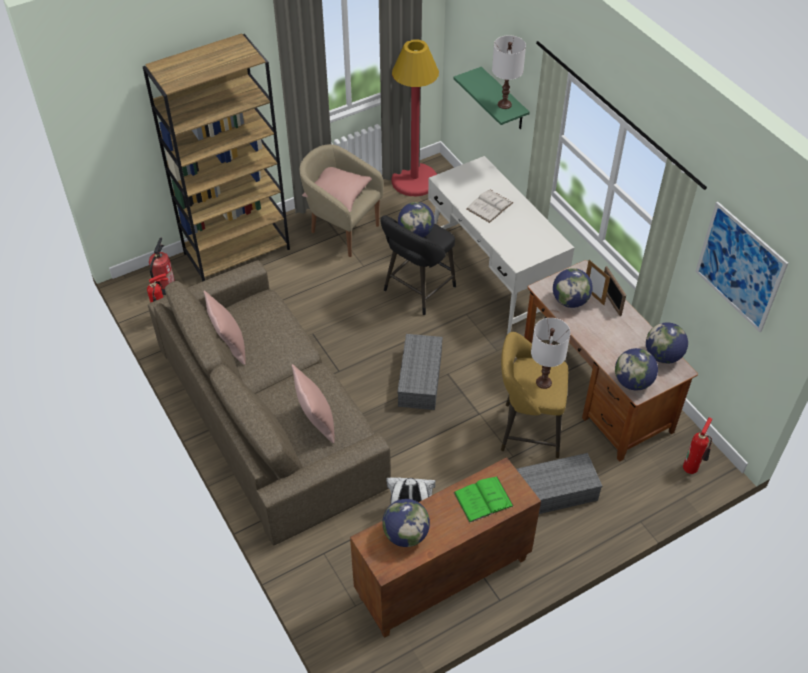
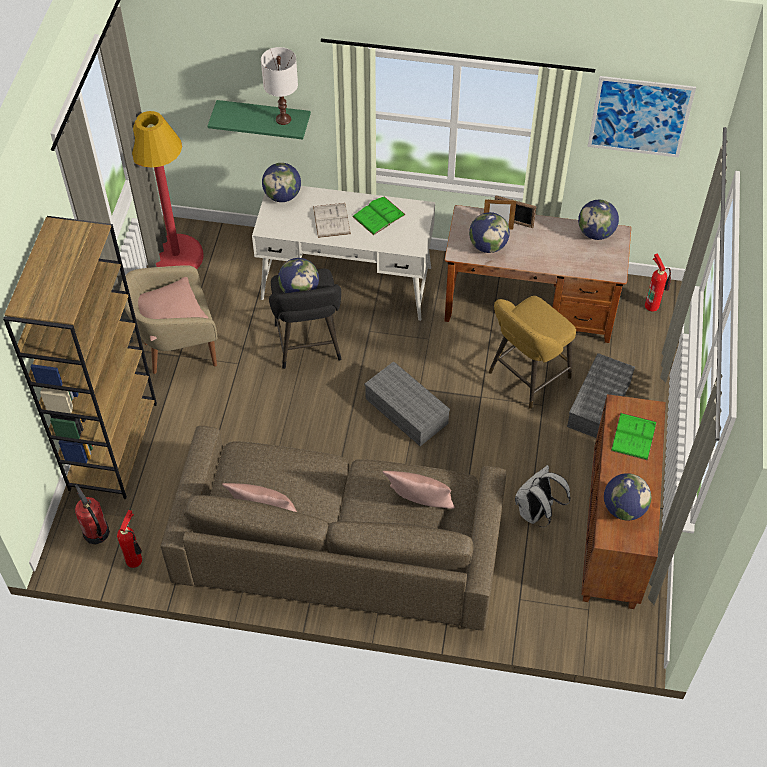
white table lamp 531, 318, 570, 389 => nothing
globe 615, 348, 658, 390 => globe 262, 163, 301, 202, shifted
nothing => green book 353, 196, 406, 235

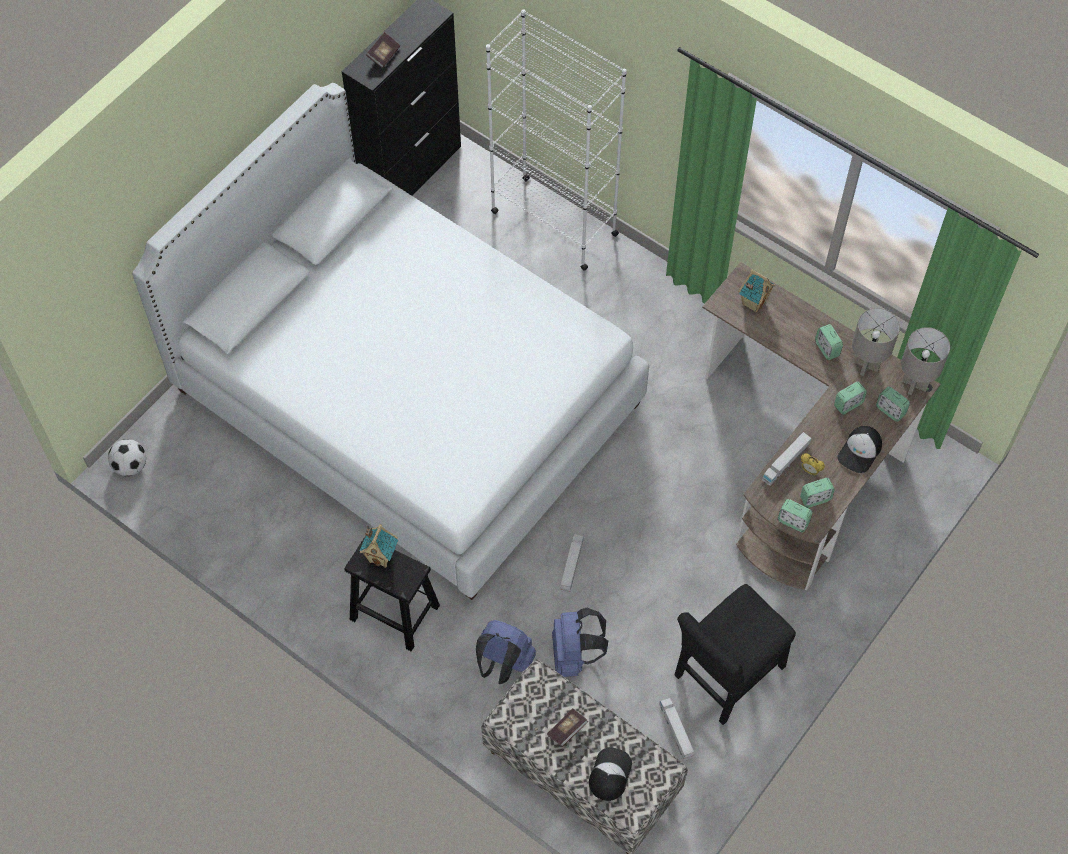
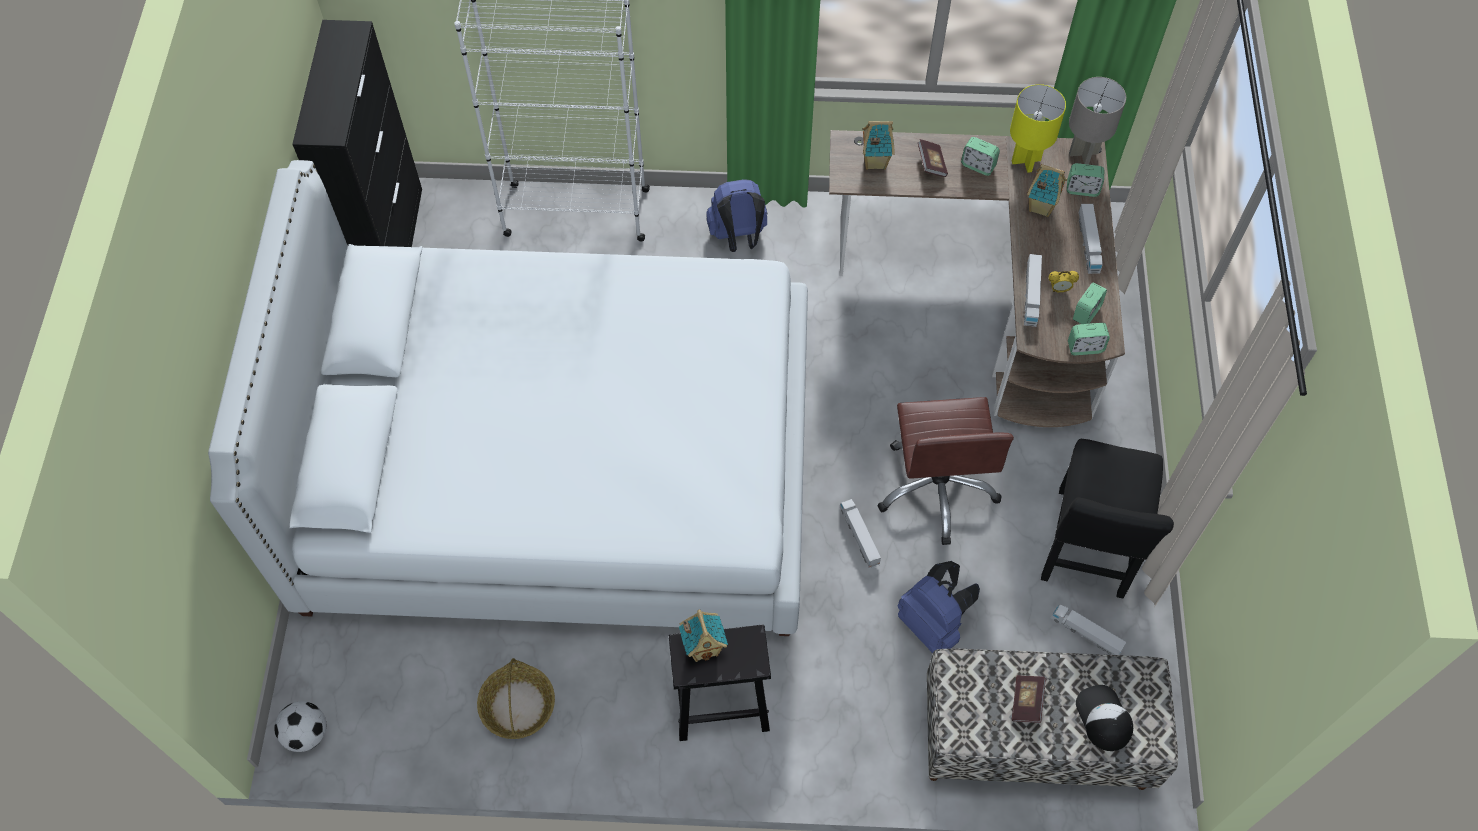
book 366, 32, 400, 68 => book 918, 139, 948, 177, shifted
blue backpack 476, 620, 536, 684 => blue backpack 706, 179, 767, 252, shifted
alarm clock 834, 381, 867, 415 => toy house 1027, 164, 1067, 217
cap 838, 426, 882, 473 => toy truck 1078, 204, 1103, 274
grey table lamp 852, 308, 900, 376 => yellow table lamp 1010, 84, 1066, 173
nothing => basket 477, 658, 555, 739
nothing => brown office chair 877, 397, 1014, 545

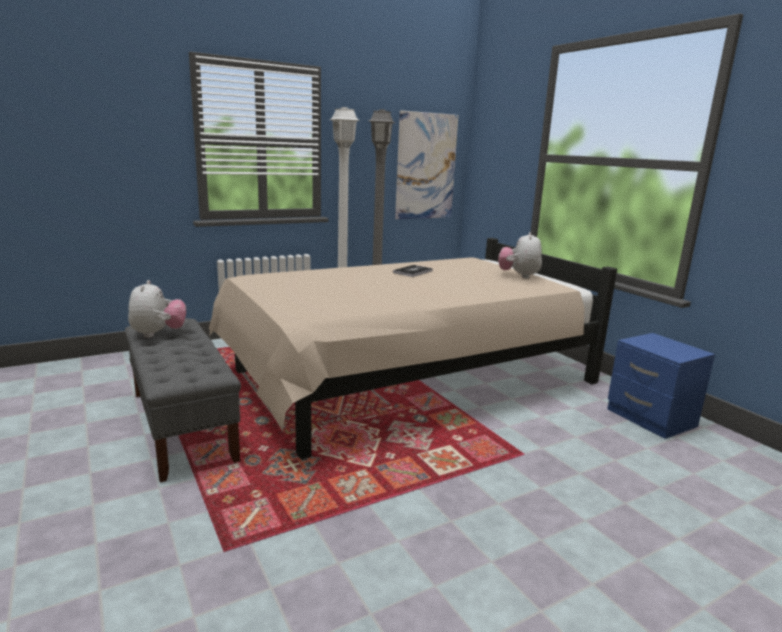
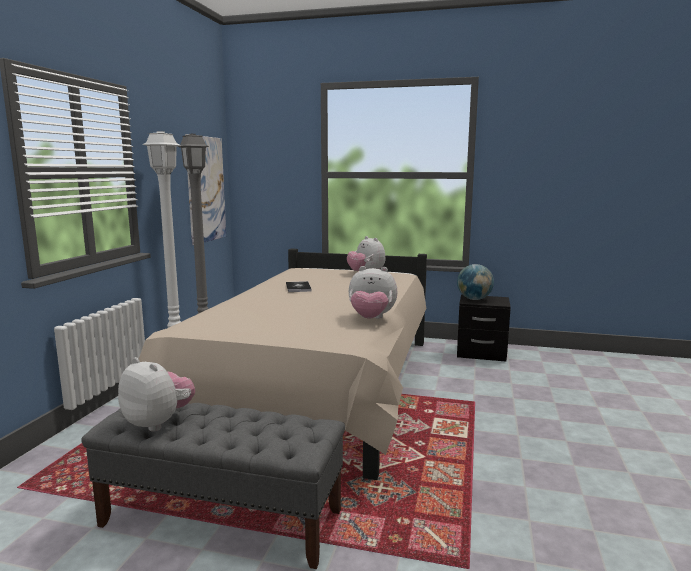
blue nightstand 607, 333, 715, 439 => black nightstand 457, 295, 511, 362
nothing => plush toy 349, 266, 398, 319
nothing => globe 457, 264, 494, 300

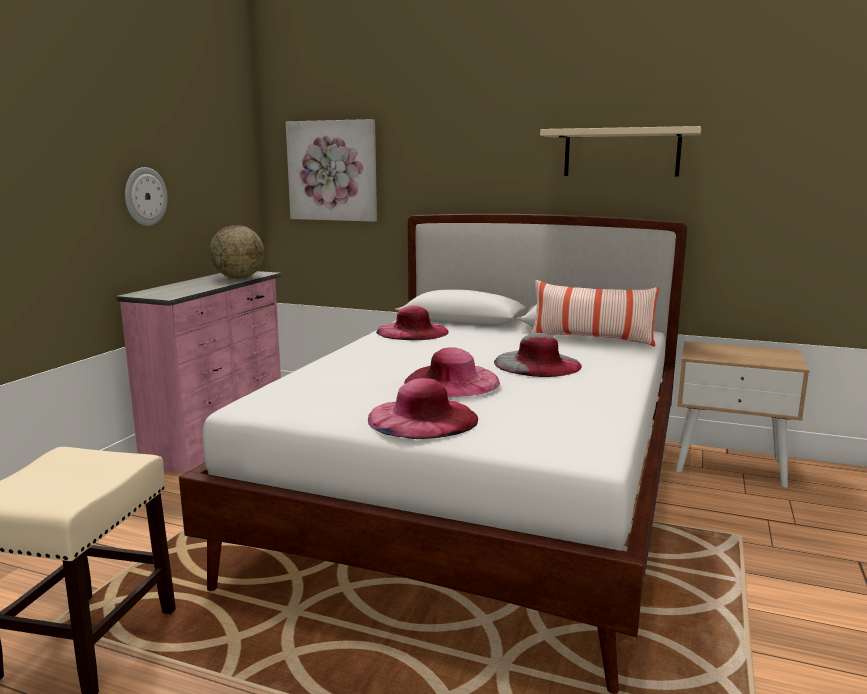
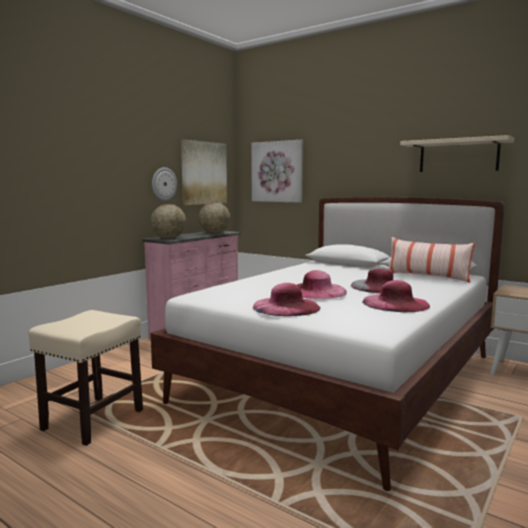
pink hat 376, 306, 449, 340 => pink hat 362, 280, 430, 312, shifted
nothing => globe 151, 204, 186, 239
nothing => picture 181, 139, 227, 205

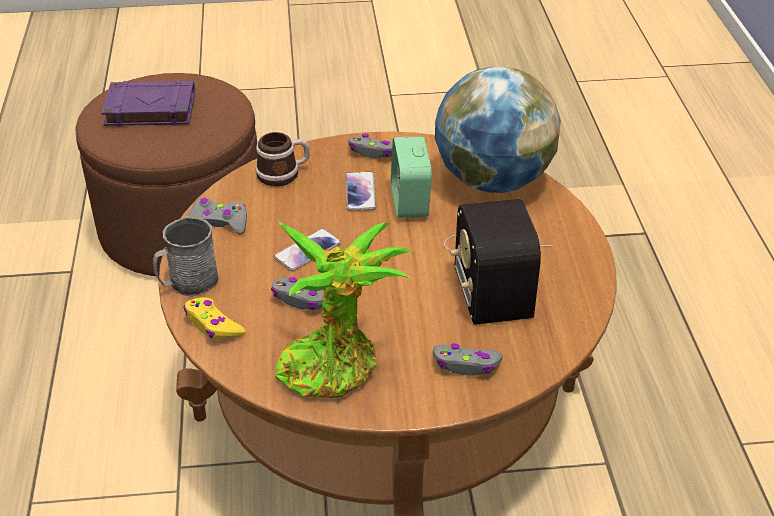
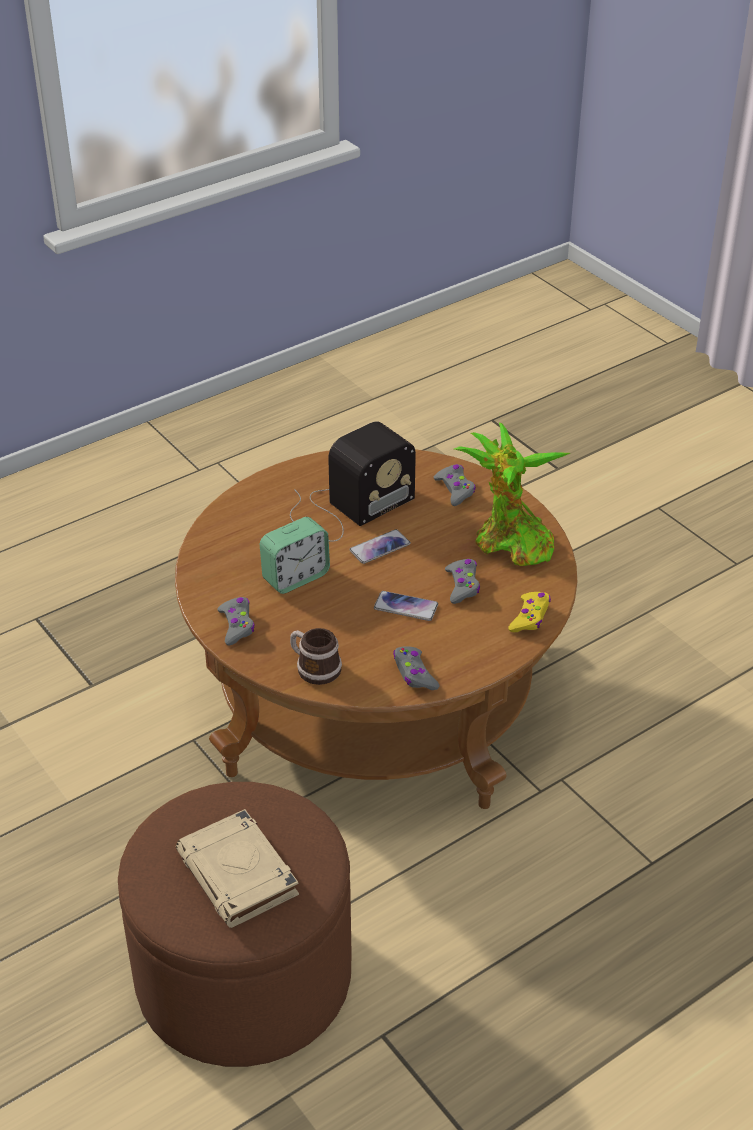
purple book 101, 80, 195, 127 => beige book 176, 809, 299, 928
grey mug 153, 216, 218, 297 => nothing
phone 346, 172, 376, 211 => phone 349, 529, 411, 564, shifted
globe 435, 67, 561, 193 => nothing

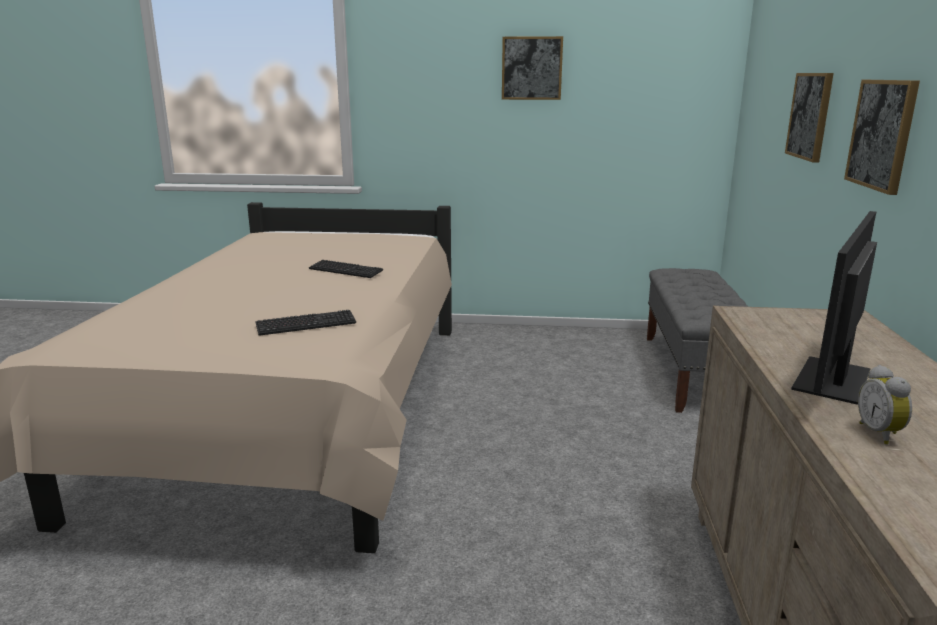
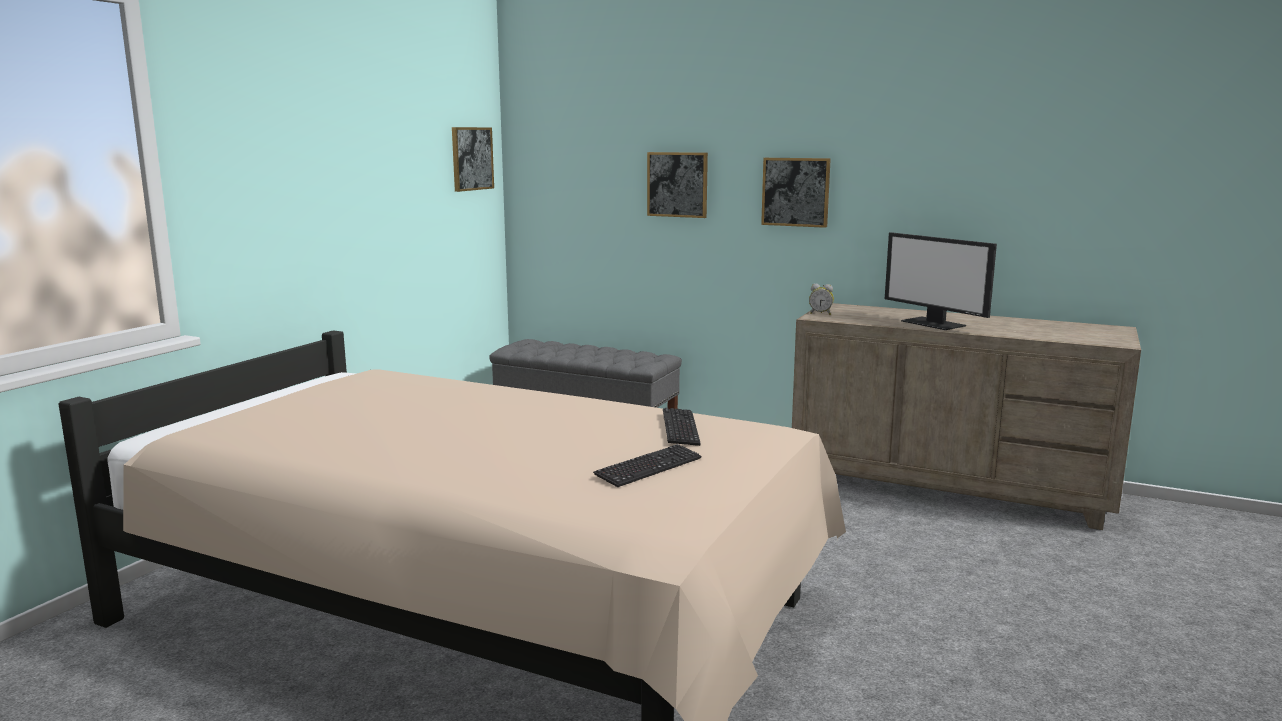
keyboard 309, 260, 383, 278 => keyboard 593, 444, 701, 487, shifted
picture 502, 36, 563, 100 => picture 452, 127, 494, 192, shifted
alarm clock 858, 365, 912, 444 => alarm clock 809, 284, 834, 315, shifted

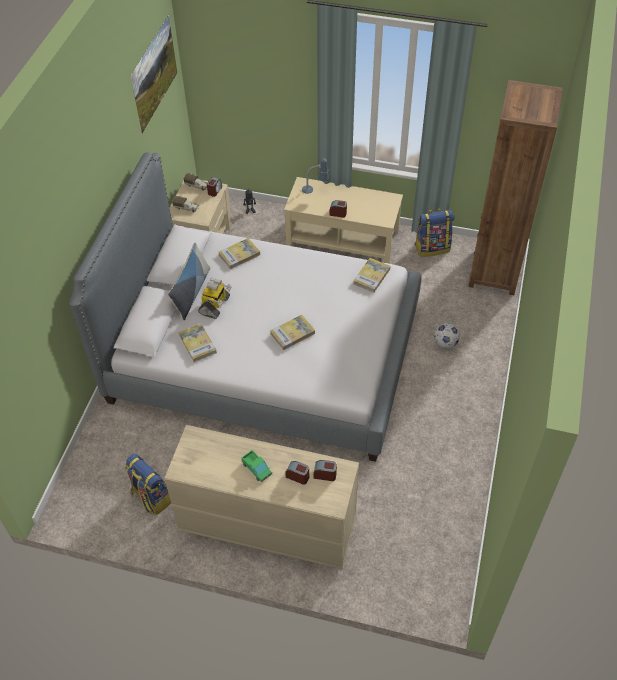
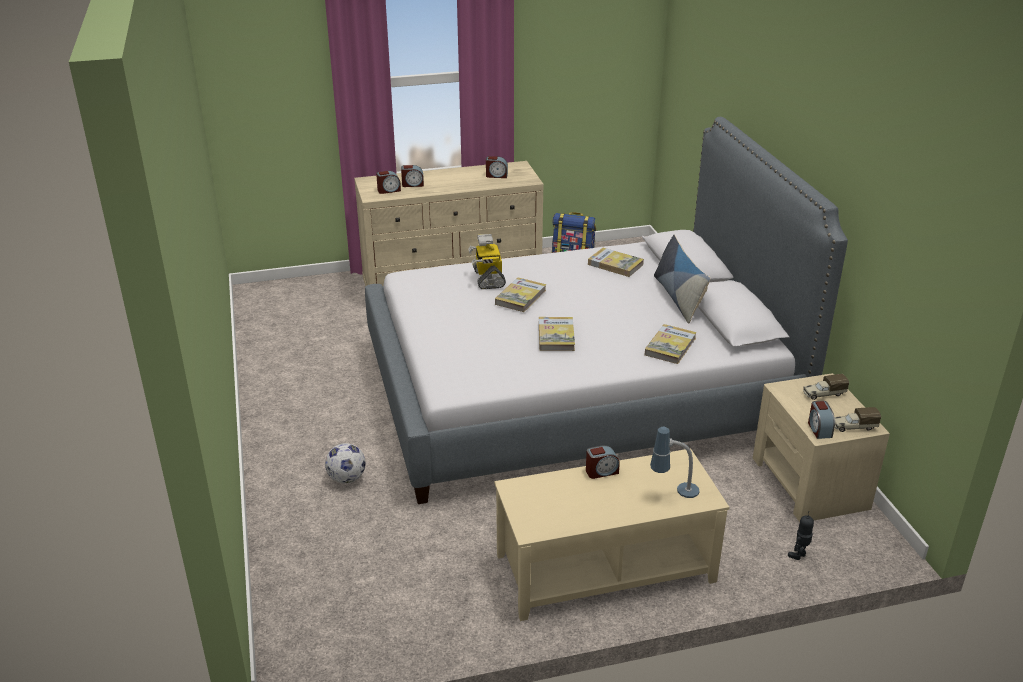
picture 130, 15, 177, 134 => nothing
toy robot 198, 278, 232, 319 => toy robot 468, 234, 506, 289, shifted
toy truck 241, 450, 272, 482 => nothing
book 353, 258, 390, 293 => book 539, 317, 575, 351, shifted
backpack 415, 209, 455, 257 => nothing
brown bookcase 468, 80, 563, 295 => nothing
nothing => alarm clock 486, 156, 508, 178

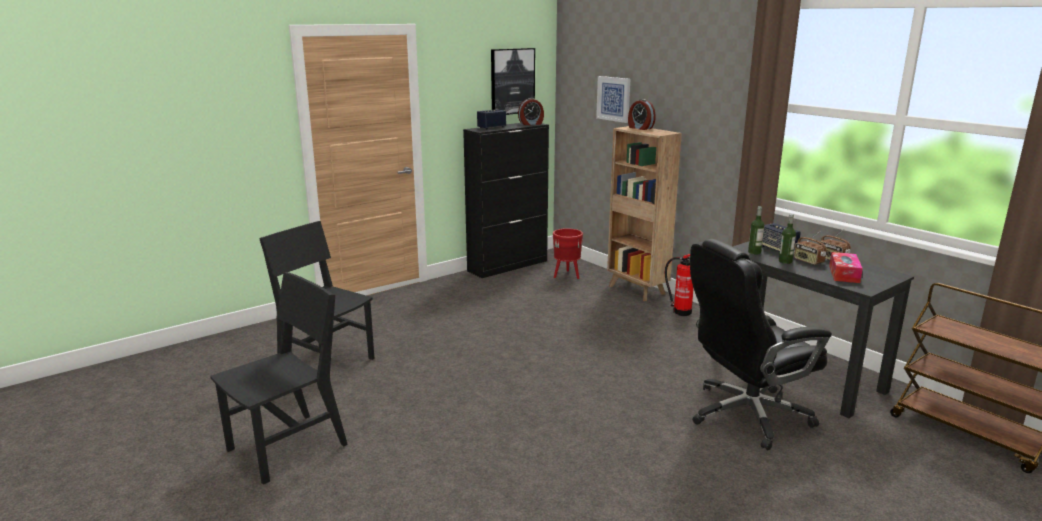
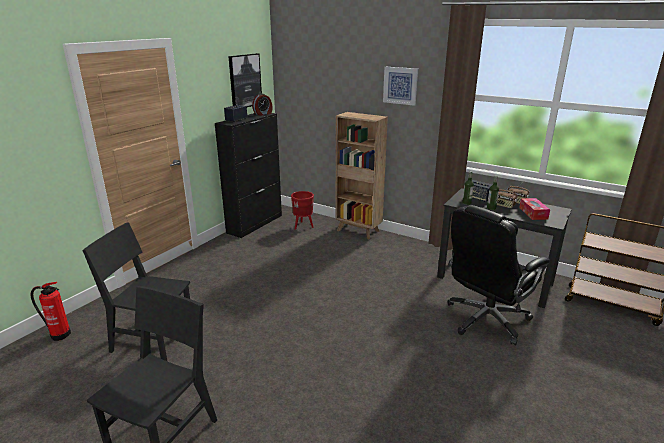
picture 596, 76, 630, 123 => picture 383, 67, 418, 106, shifted
alarm clock 628, 99, 656, 130 => nothing
fire extinguisher 665, 254, 694, 316 => fire extinguisher 31, 282, 71, 341, shifted

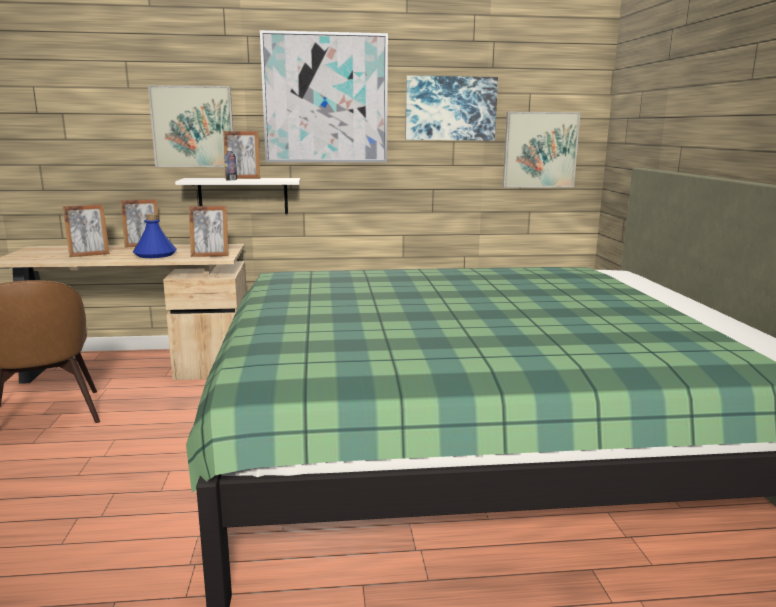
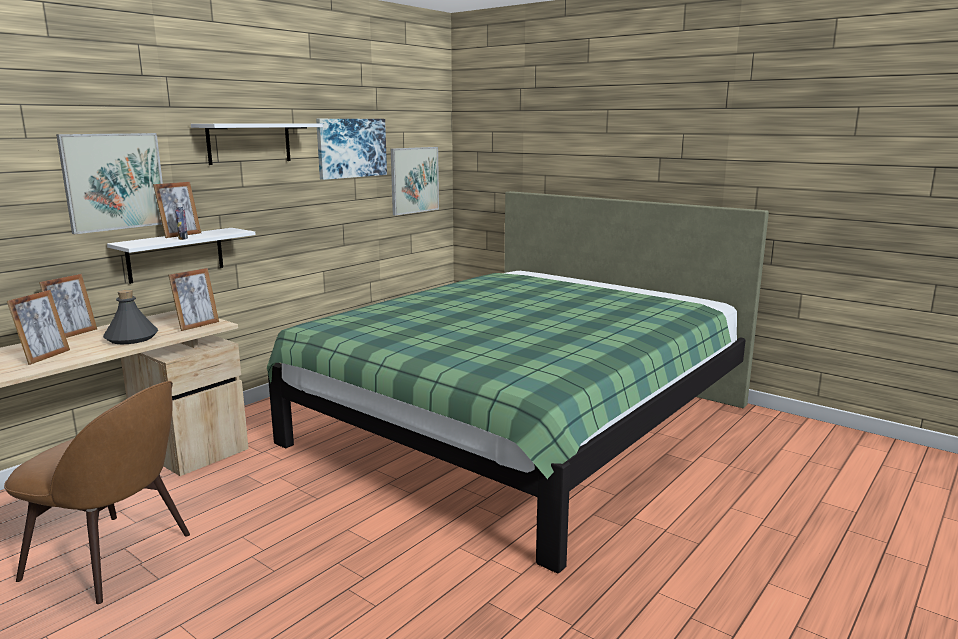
blue bottle 133, 214, 177, 258 => grey bottle 103, 290, 158, 344
picture 260, 30, 388, 162 => white shelf 191, 123, 323, 165

